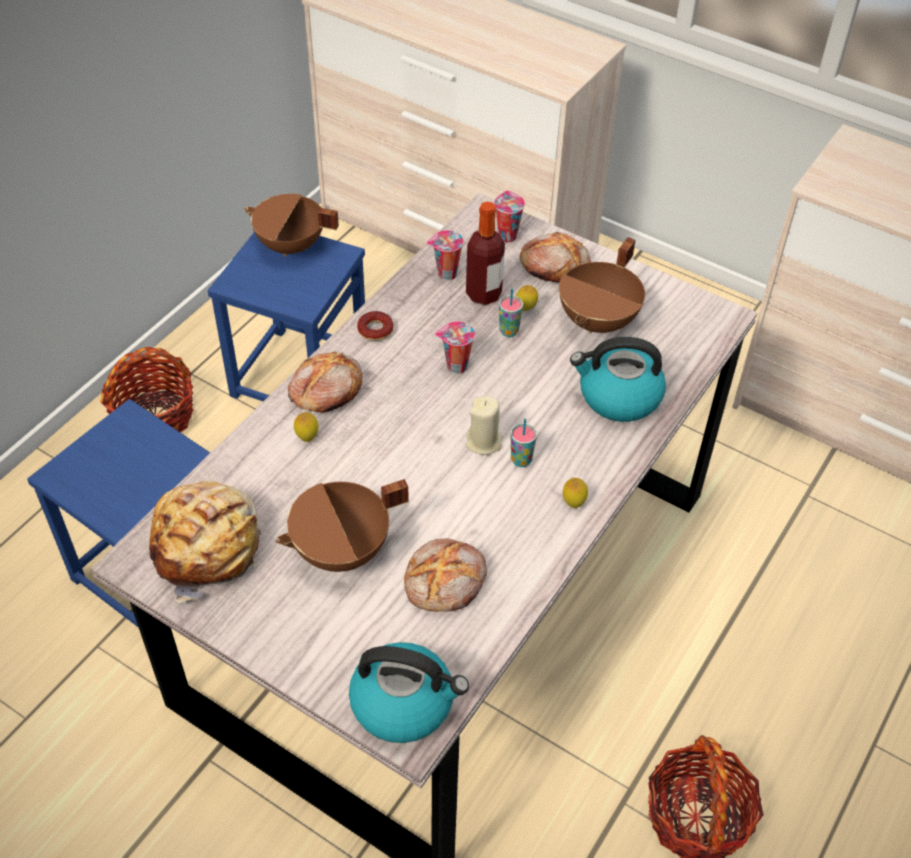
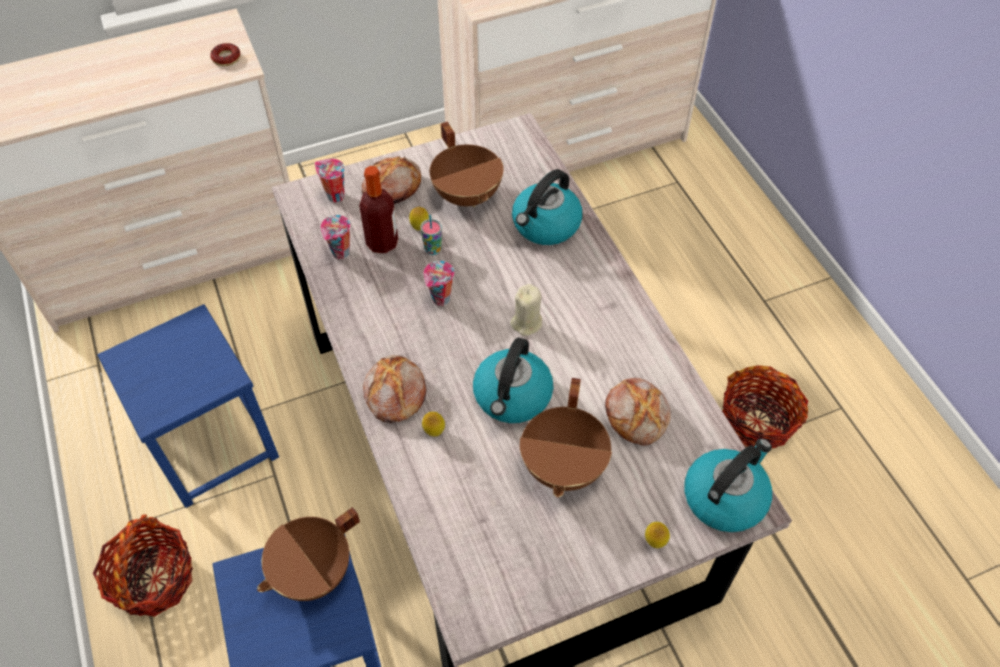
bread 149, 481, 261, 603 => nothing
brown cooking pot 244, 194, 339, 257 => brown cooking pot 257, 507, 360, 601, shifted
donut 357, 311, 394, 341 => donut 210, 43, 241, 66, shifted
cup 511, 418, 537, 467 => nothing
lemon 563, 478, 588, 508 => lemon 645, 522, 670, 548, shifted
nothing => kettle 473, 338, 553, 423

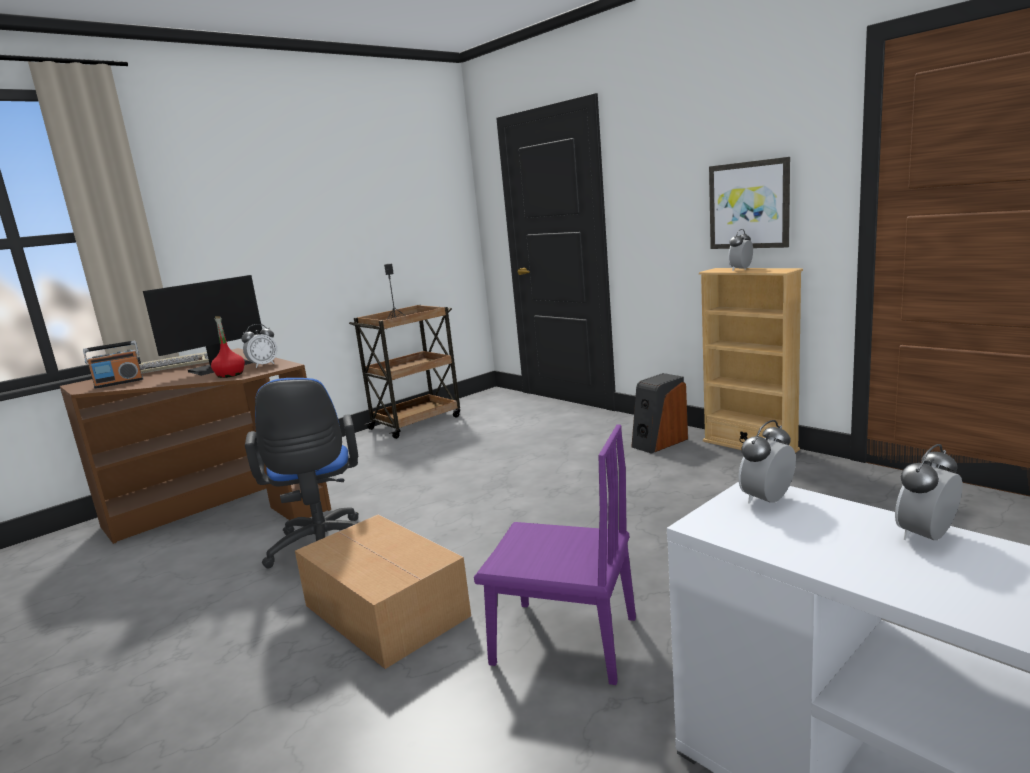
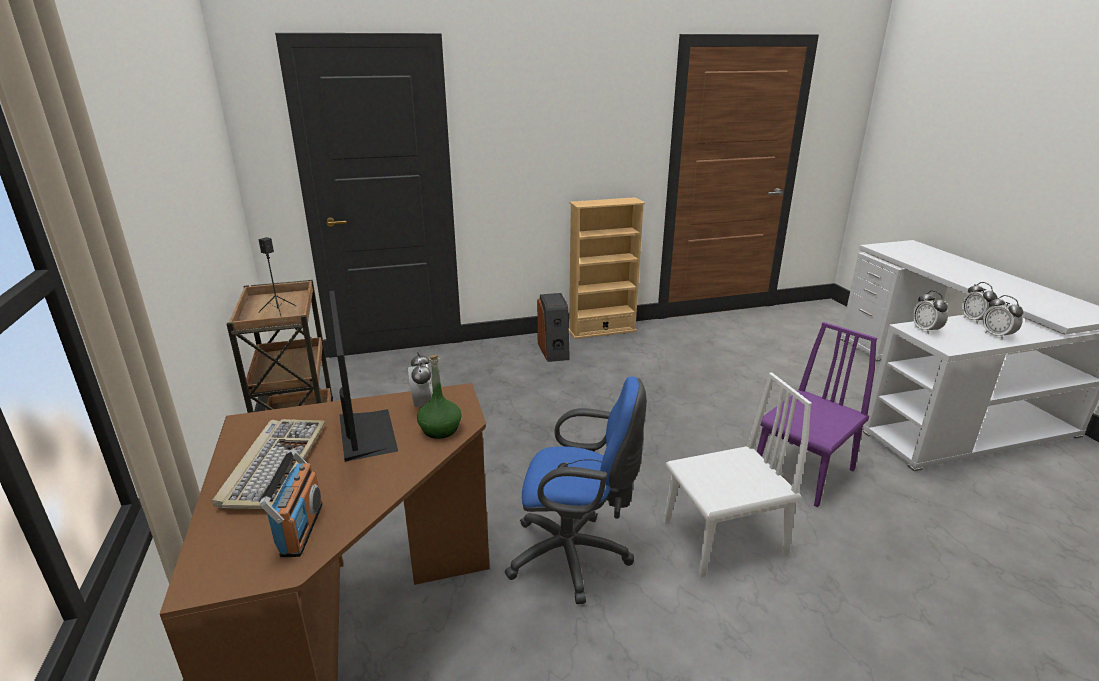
red bottle 211, 316, 245, 378 => green bottle 417, 355, 462, 439
cardboard box 295, 515, 471, 669 => white chair 663, 372, 812, 577
picture 709, 157, 790, 249 => nothing
alarm clock 728, 229, 753, 271 => alarm clock 983, 295, 1023, 340, shifted

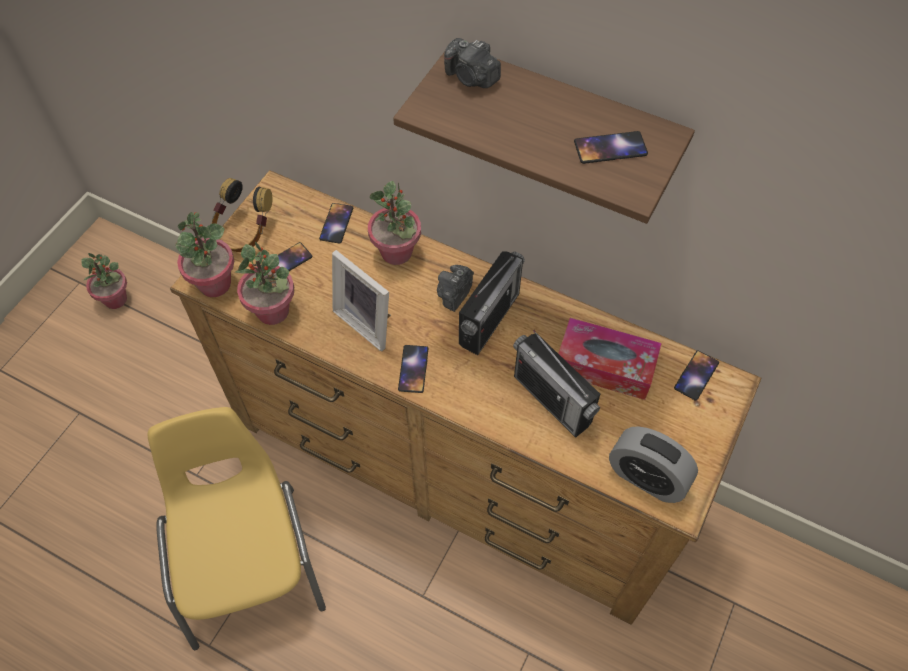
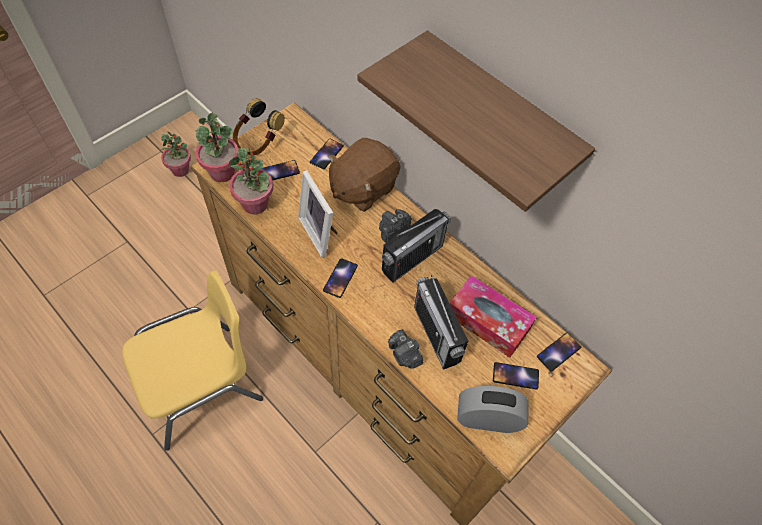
yellow chair 148, 407, 326, 650 => yellow chair 122, 270, 263, 451, 60 degrees clockwise
potted plant 368, 181, 421, 265 => brown plush toy 328, 138, 401, 212
photo camera 444, 38, 501, 88 => photo camera 388, 329, 424, 369, shifted
phone 574, 131, 648, 164 => phone 493, 362, 539, 389, shifted
alarm clock 609, 426, 698, 503 => alarm clock 458, 386, 528, 433, 135 degrees clockwise

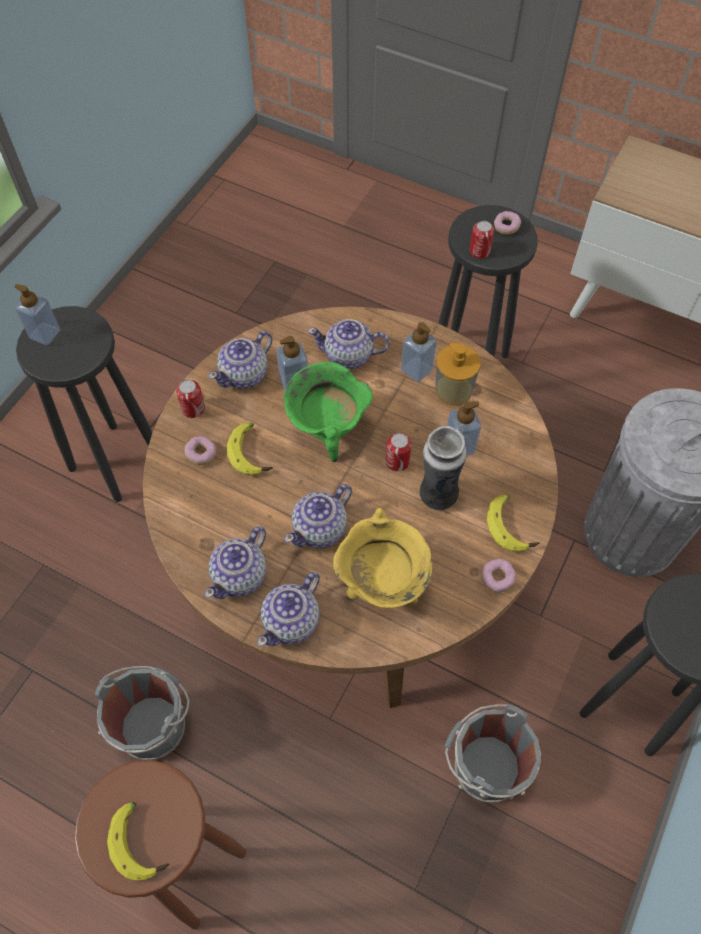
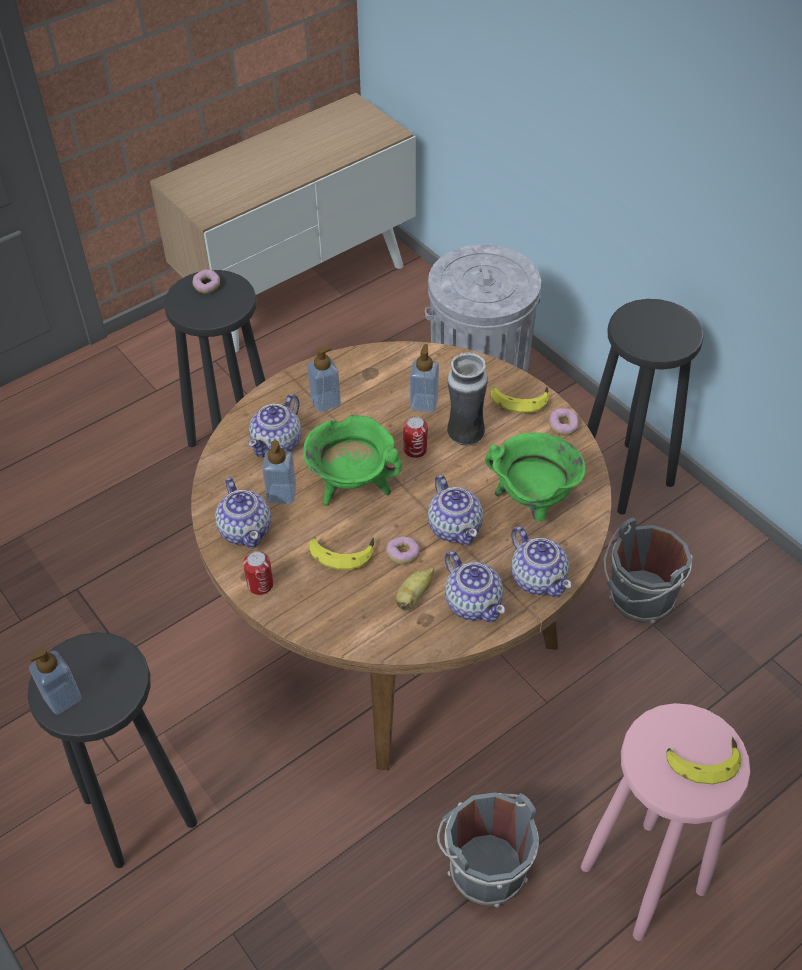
brown stool 75, 760, 247, 929 => pink stool 581, 703, 750, 941
donut 185, 436, 216, 465 => donut 386, 536, 420, 564, shifted
yellow cooking pot 333, 508, 432, 608 => green cooking pot 485, 432, 586, 521
soap dispenser 435, 343, 481, 406 => nothing
can 470, 221, 494, 259 => nothing
nothing => banana 396, 567, 434, 611

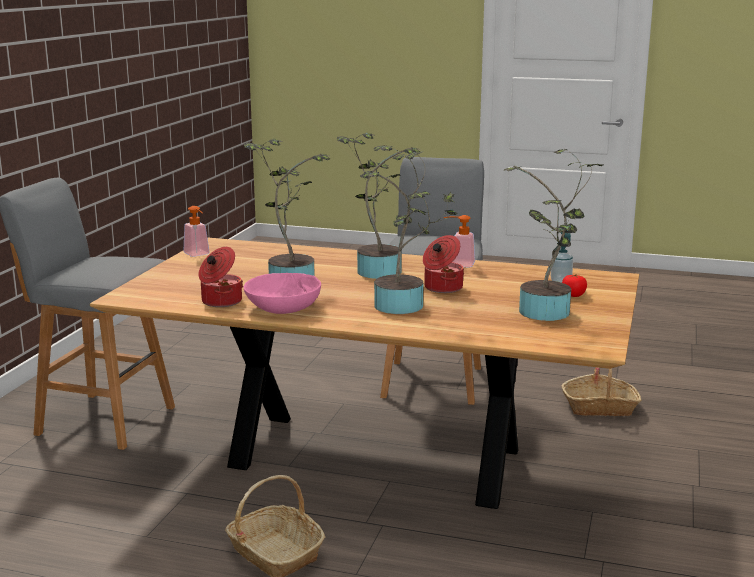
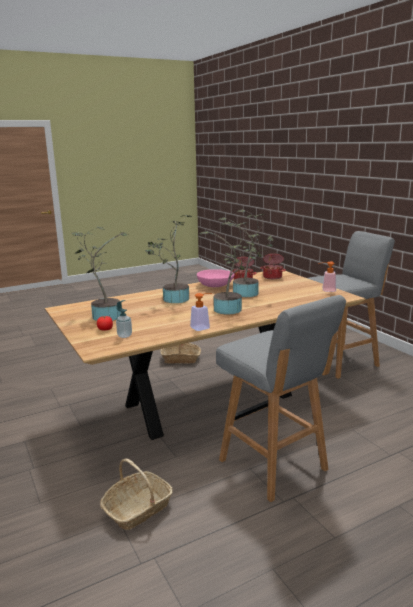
cooking pot 423, 235, 464, 293 => cooking pot 260, 254, 286, 279, shifted

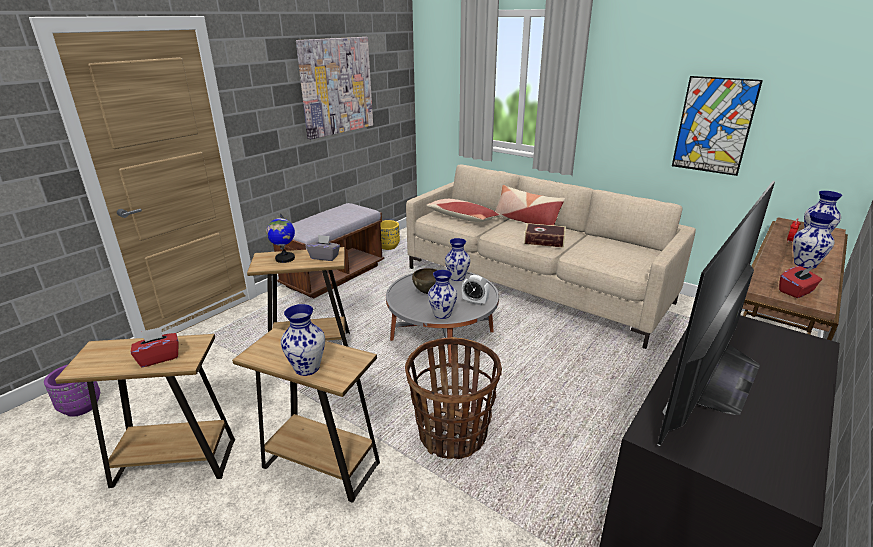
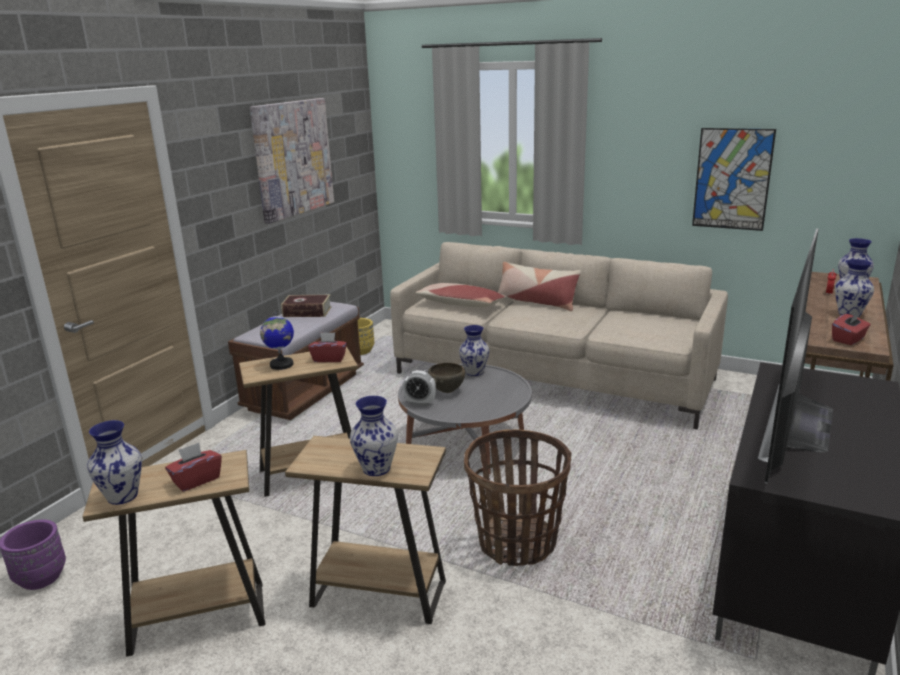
grey tissue box 306, 235, 340, 261 => red tissue box 308, 332, 347, 362
vase 428, 270, 457, 319 => vase 87, 420, 142, 505, shifted
alarm clock 462, 275, 490, 305 => alarm clock 403, 370, 436, 406, shifted
book 524, 223, 566, 248 => book 281, 295, 331, 317, shifted

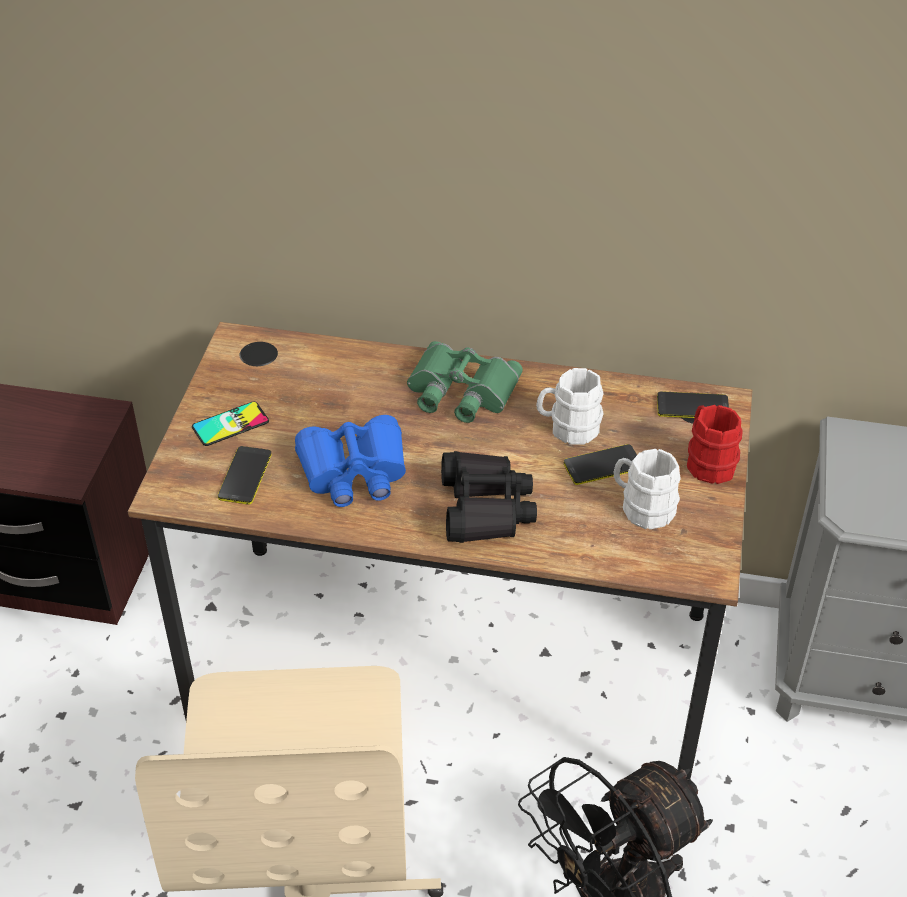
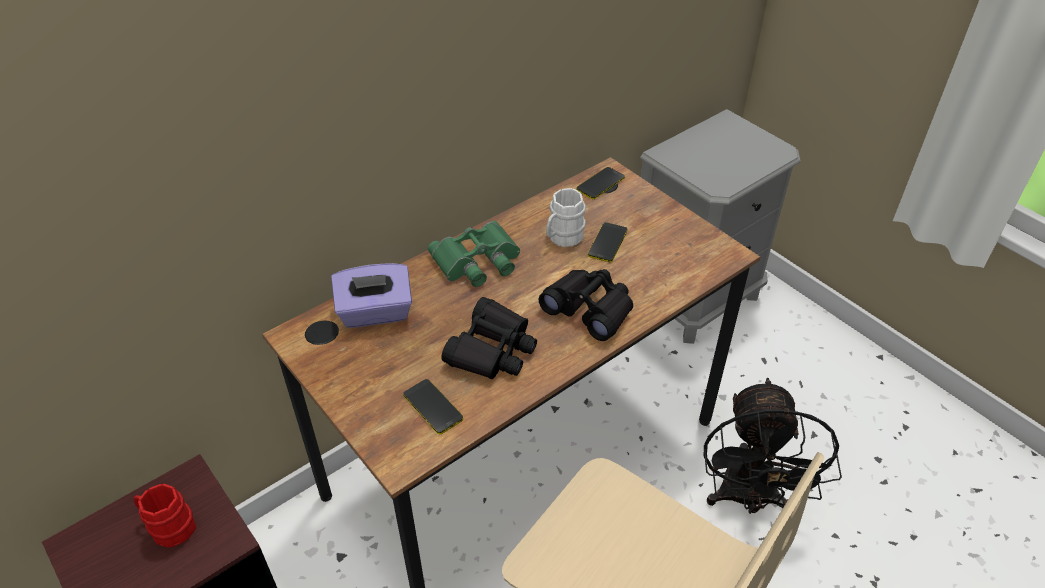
phone 192, 402, 269, 446 => nothing
blue binoculars 295, 415, 406, 507 => black binoculars 441, 297, 537, 379
white mug 614, 449, 681, 529 => nothing
red mug 687, 405, 743, 484 => red mug 133, 484, 196, 548, shifted
nothing => purple tissue box 331, 263, 412, 328

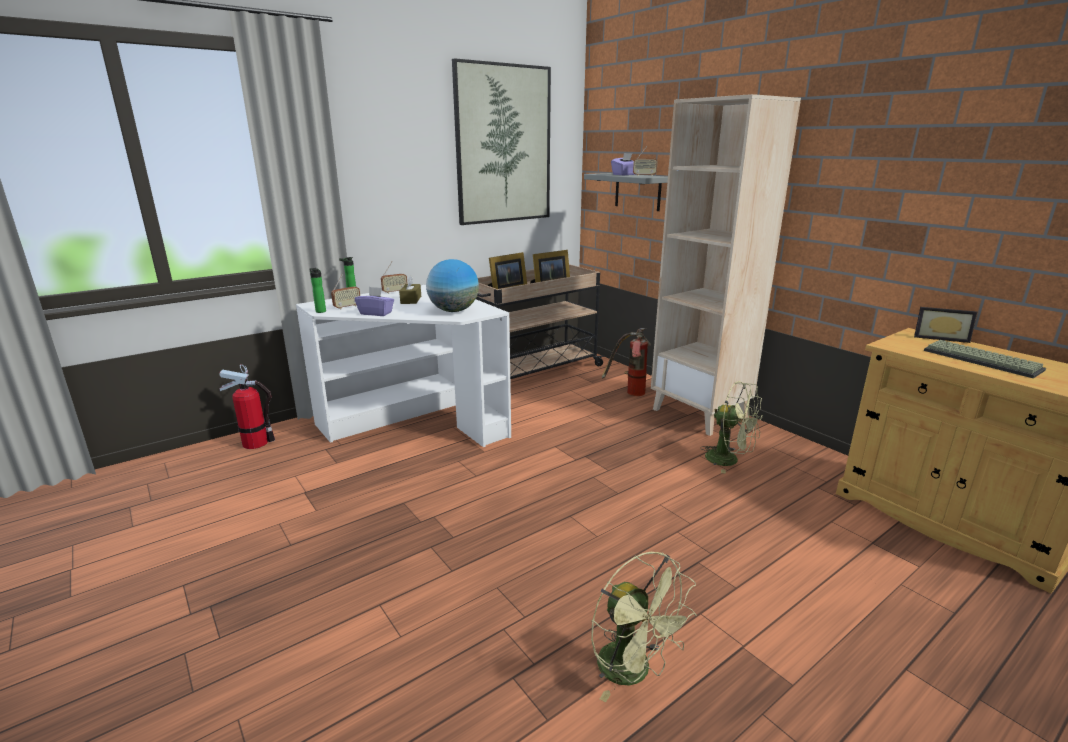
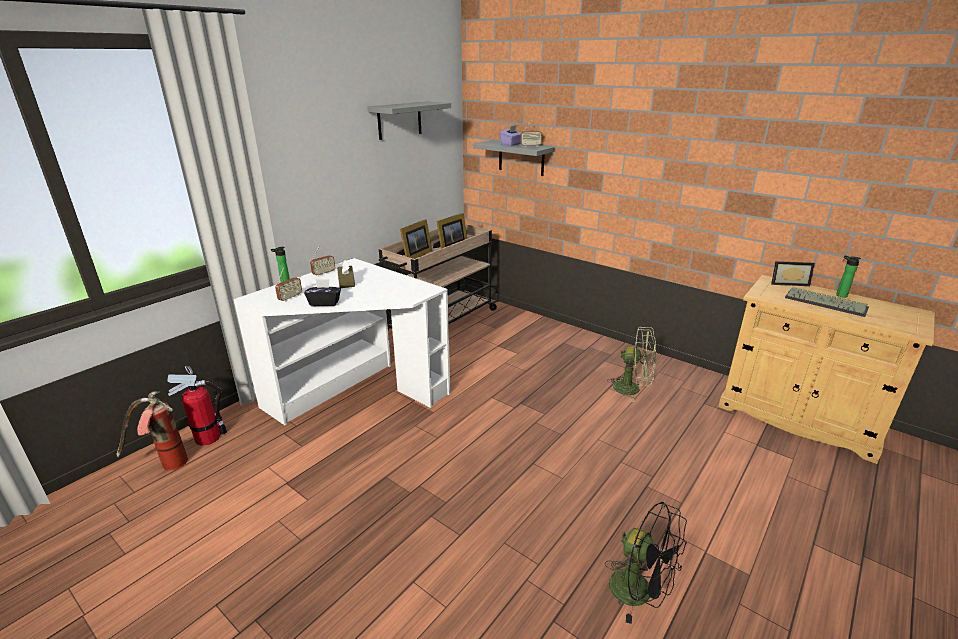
bottle 309, 268, 326, 313 => bottle 836, 255, 861, 298, shifted
purple tissue box 355, 287, 394, 316 => black tissue box 304, 279, 341, 306
globe 426, 259, 479, 312 => nothing
picture 452, 58, 551, 225 => grey shelf 367, 101, 451, 140
green fan 591, 552, 697, 702 => black fan 605, 502, 687, 624
fire extinguisher 602, 328, 651, 396 => fire extinguisher 116, 391, 188, 471, shifted
beige bookcase 651, 94, 801, 436 => nothing

